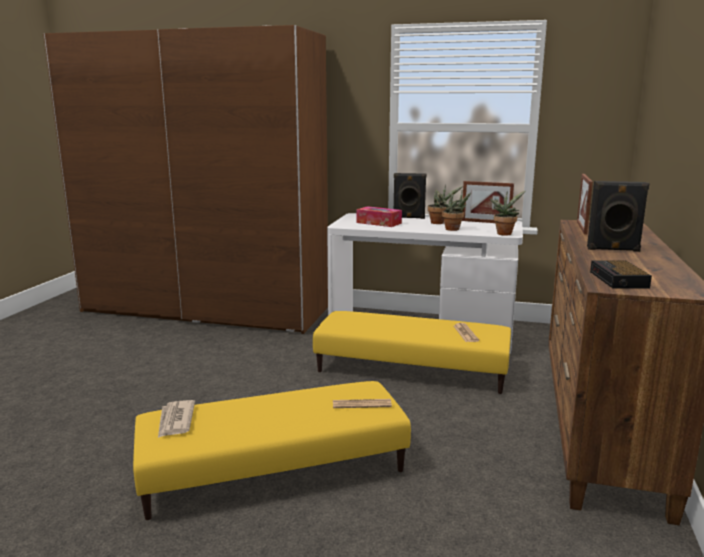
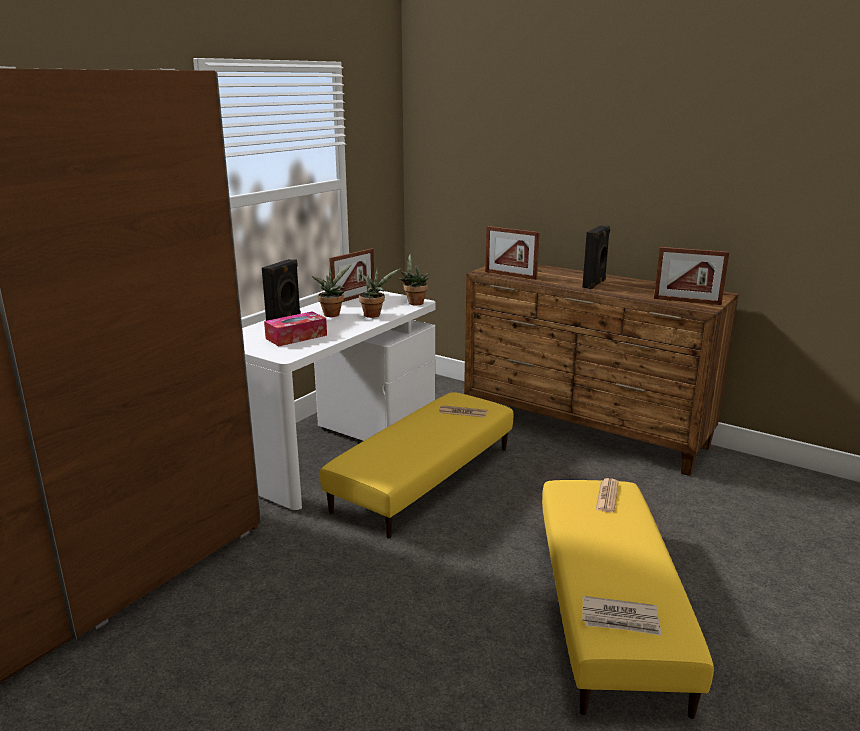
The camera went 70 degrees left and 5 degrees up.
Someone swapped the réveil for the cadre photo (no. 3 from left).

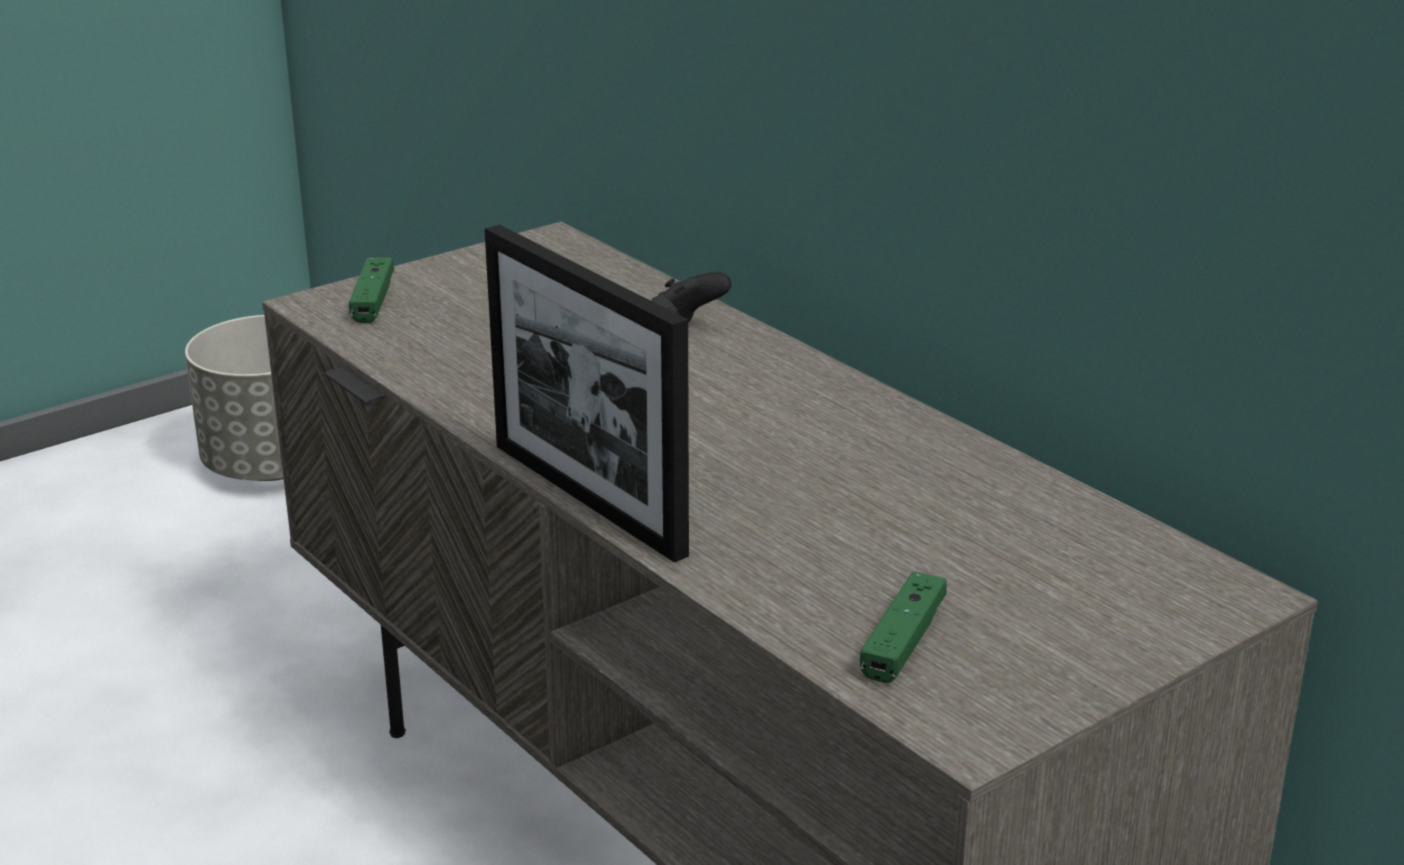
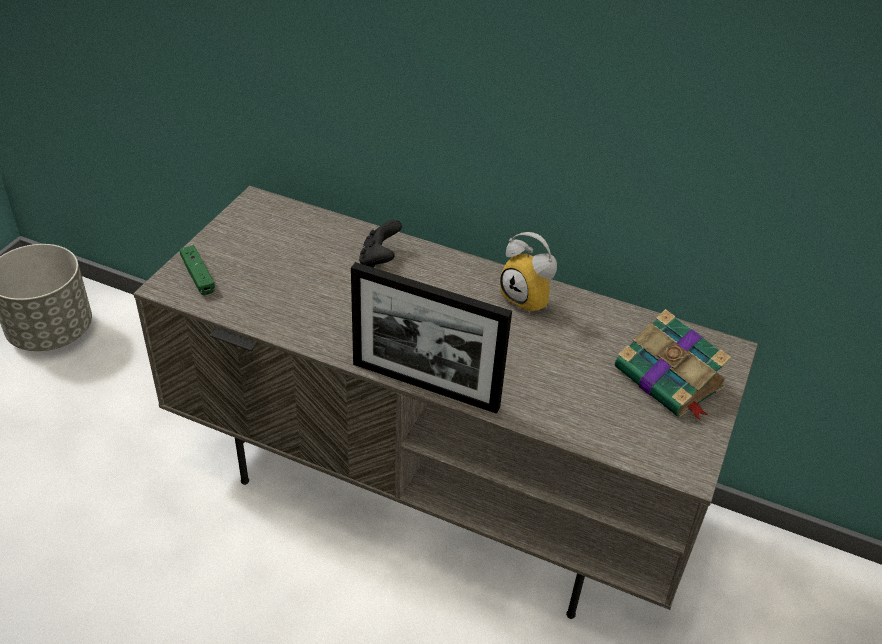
The camera went 30 degrees left and 15 degrees up.
Someone took away the manette [vert] (no. 2 from left).
Someone put down the réveil.
Someone put down the livre.

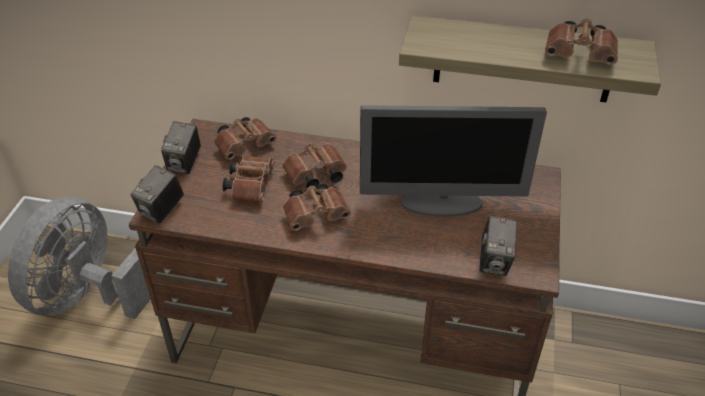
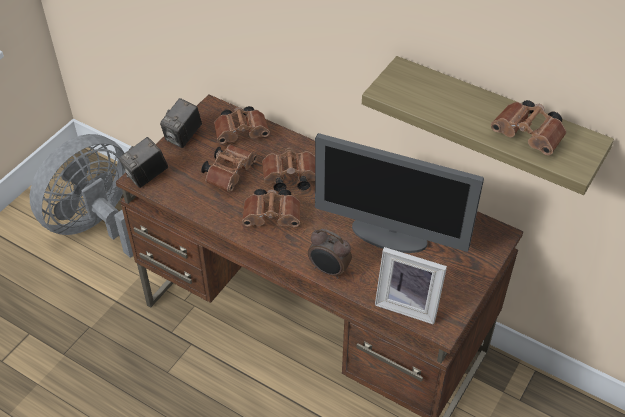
The camera went 20 degrees right and 5 degrees up.
Someone swapped the appareil photo (no. 3 from left) for the cadre photo.
Someone put down the réveil.

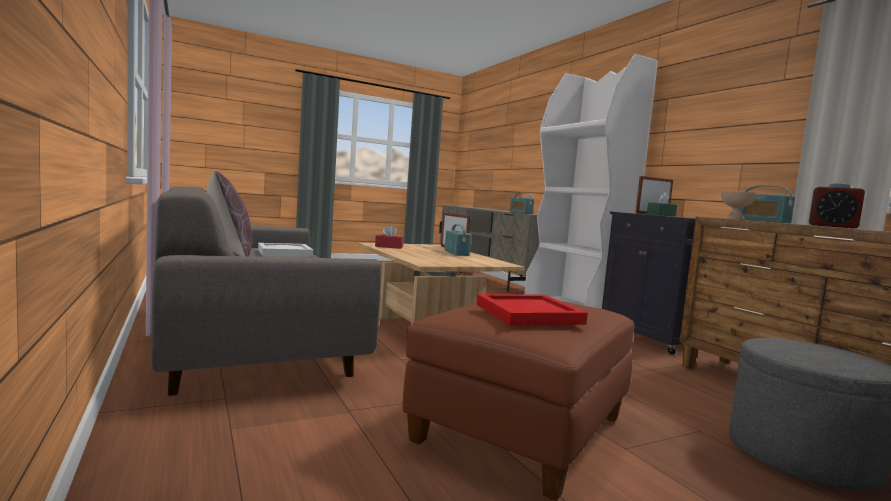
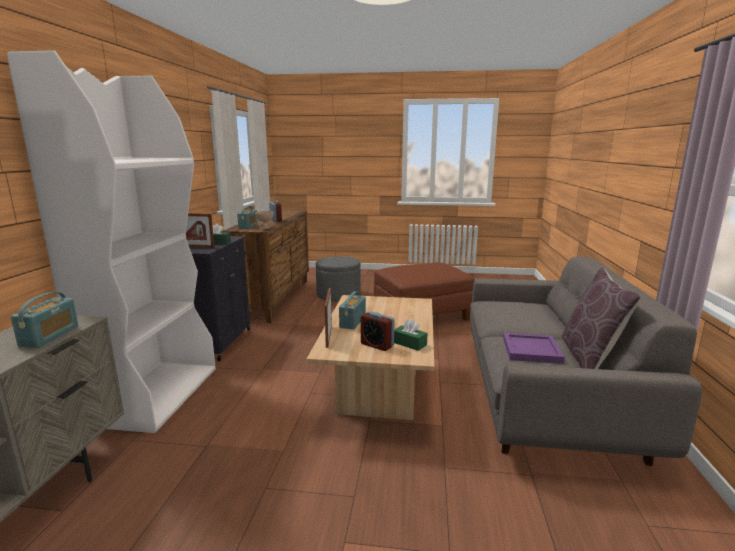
The camera went 145 degrees left and 10 degrees up.
Someone repainted the plateau [blanc], which became the plateau [violet].
Someone repainted the boîte à mouchoirs [rouge], which became the boîte à mouchoirs [vert] (no. 2 from left).
Someone took away the plateau [rouge].
Someone put down the réveil (no. 2 from left).

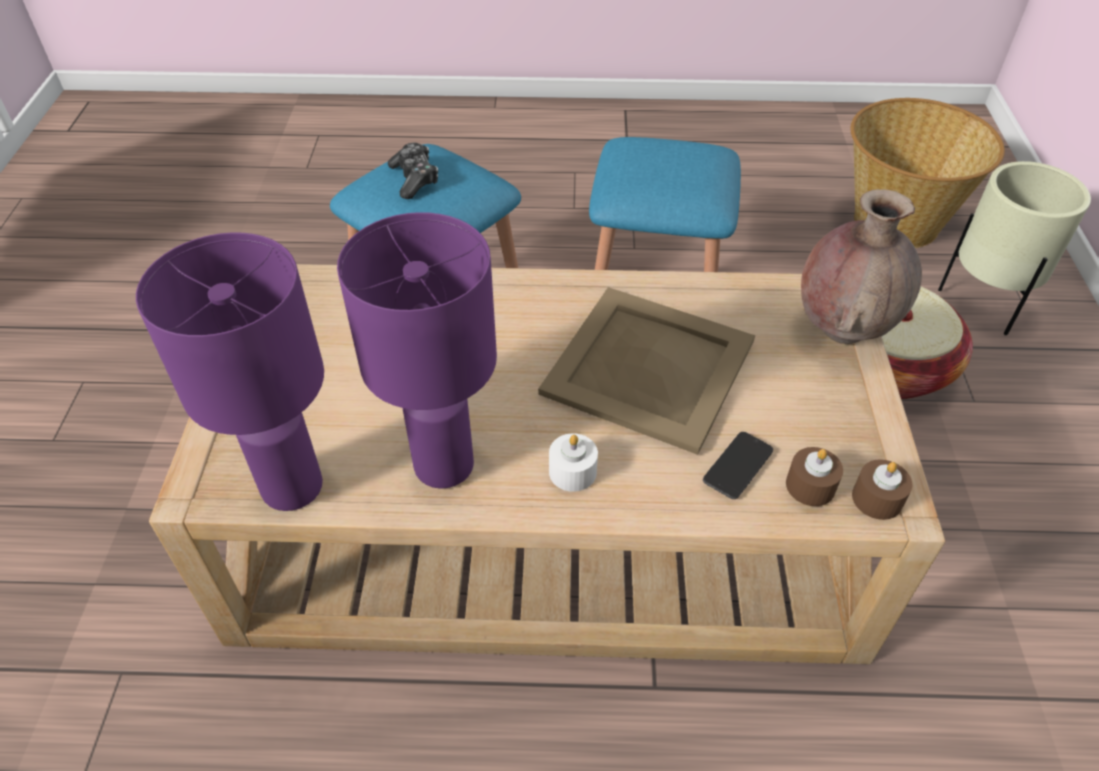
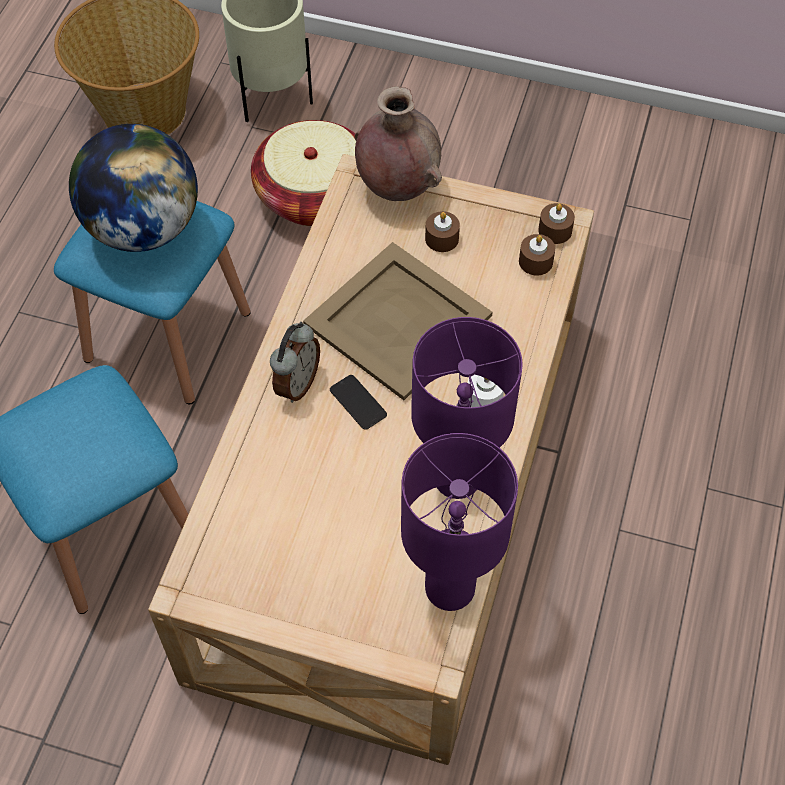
The camera went 75 degrees left and 10 degrees up.
Someone took away the manette.
Someone carried the téléphone.
Someone put down the globe.
Someone put down the réveil.
Someone put down the bougie [marron] (no. 1 from left).

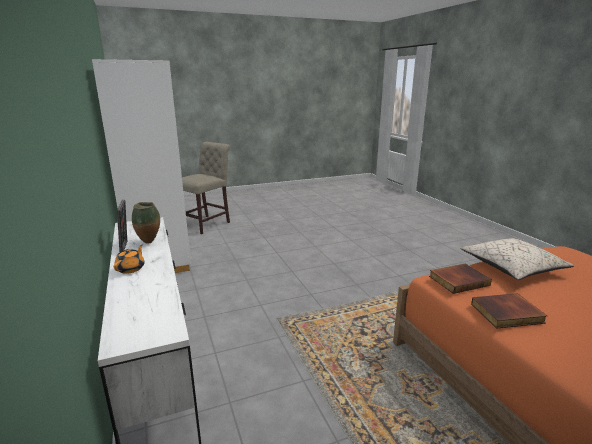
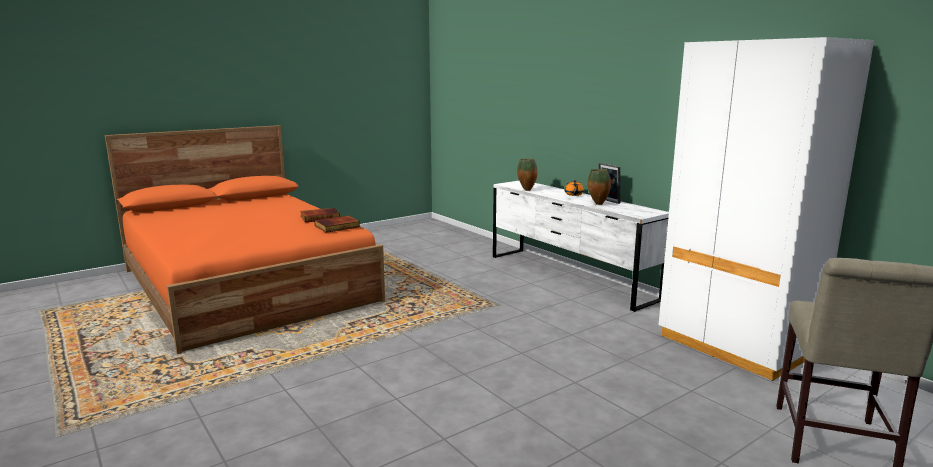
The camera went 165 degrees right and 5 degrees down.
Someone took away the coussin [beige].
Someone put down the vase (no. 1 from left).

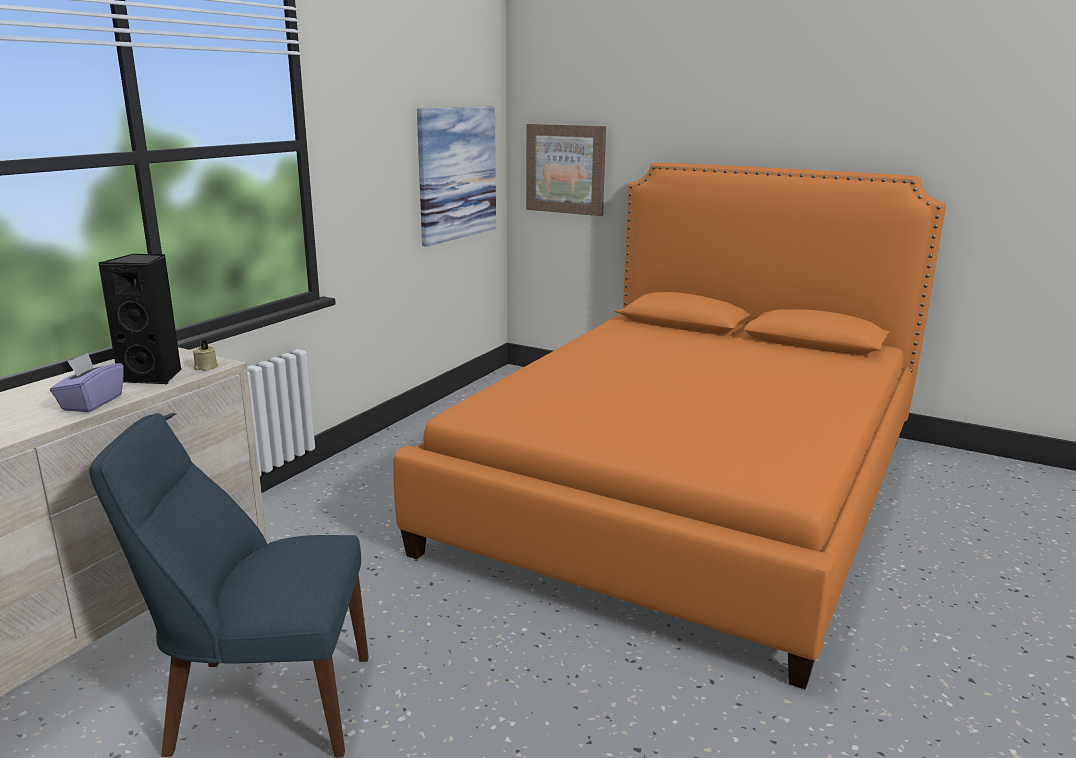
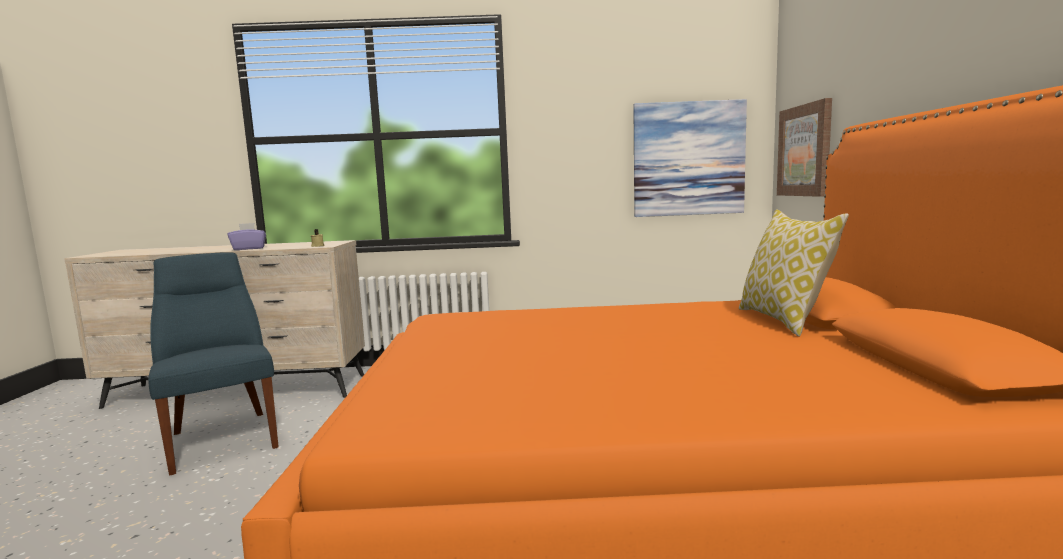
The camera went 60 degrees right and 10 degrees down.
Someone took away the enceinte [noir].
Someone put down the coussin.

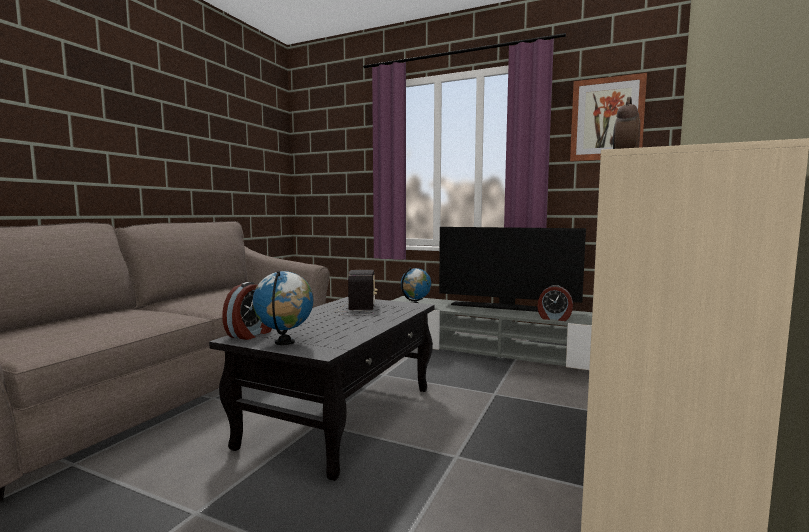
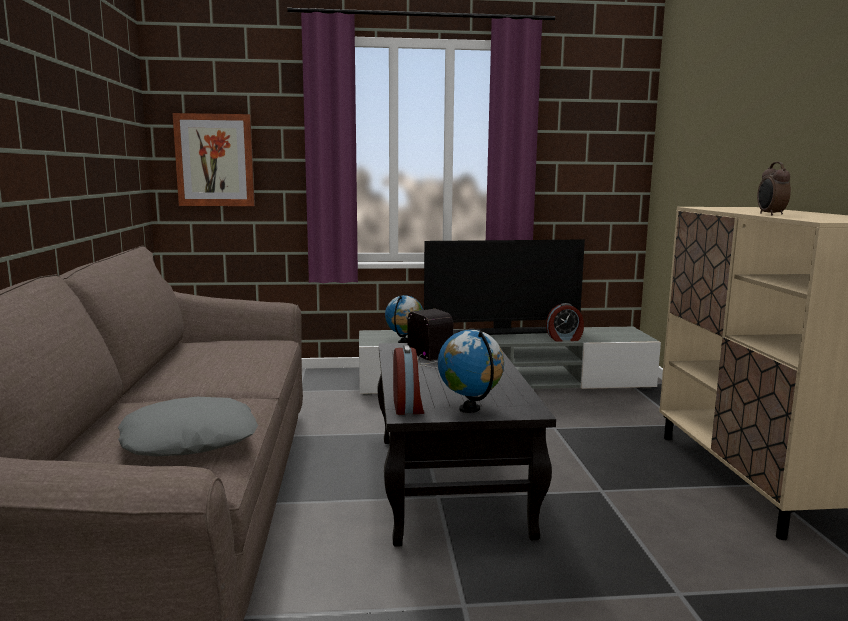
The camera went 30 degrees left and 5 degrees up.
Someone carried the tableau.
Someone put down the coussin [gris].

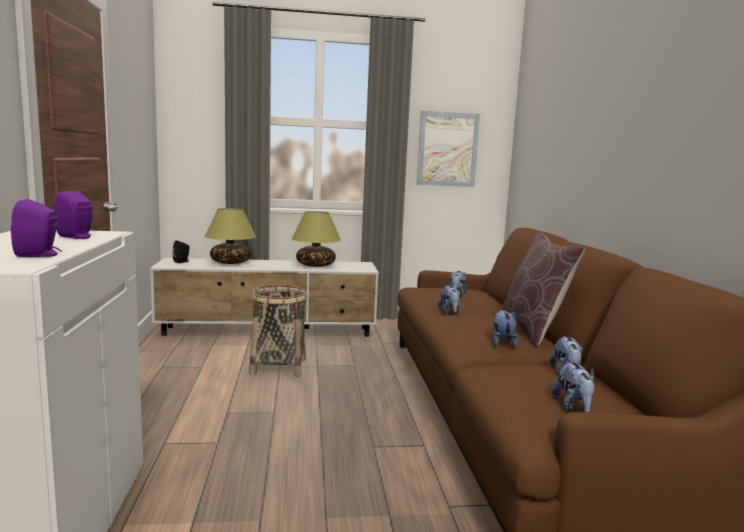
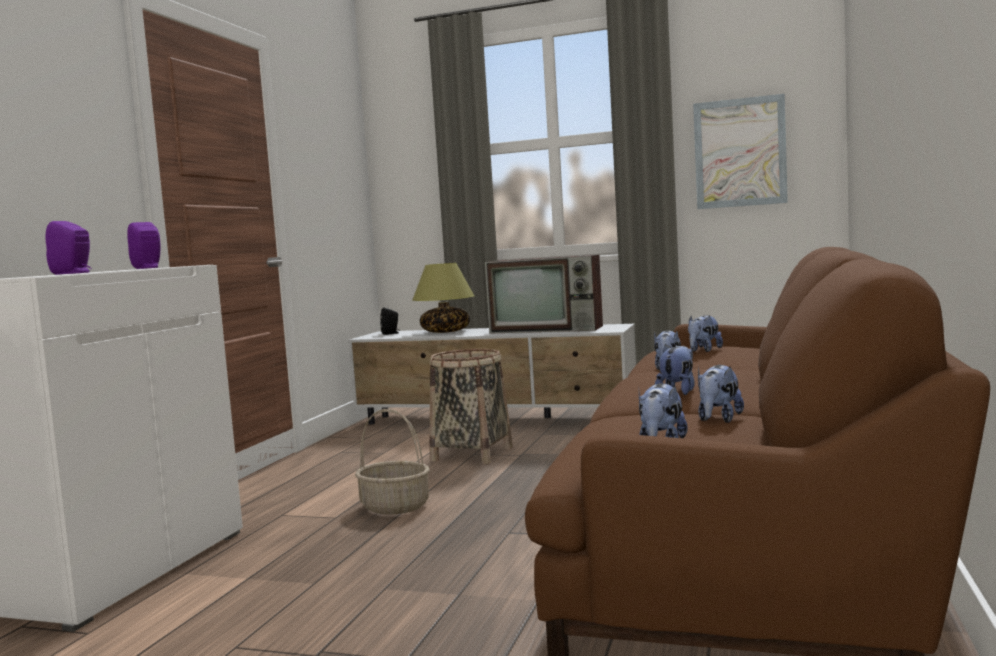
The camera went 25 degrees right and 5 degrees down.
Someone swapped the lampe de table (no. 2 from left) for the téléviseur.
Someone took away the coussin [marron].
Someone put down the panier (no. 1 from left).

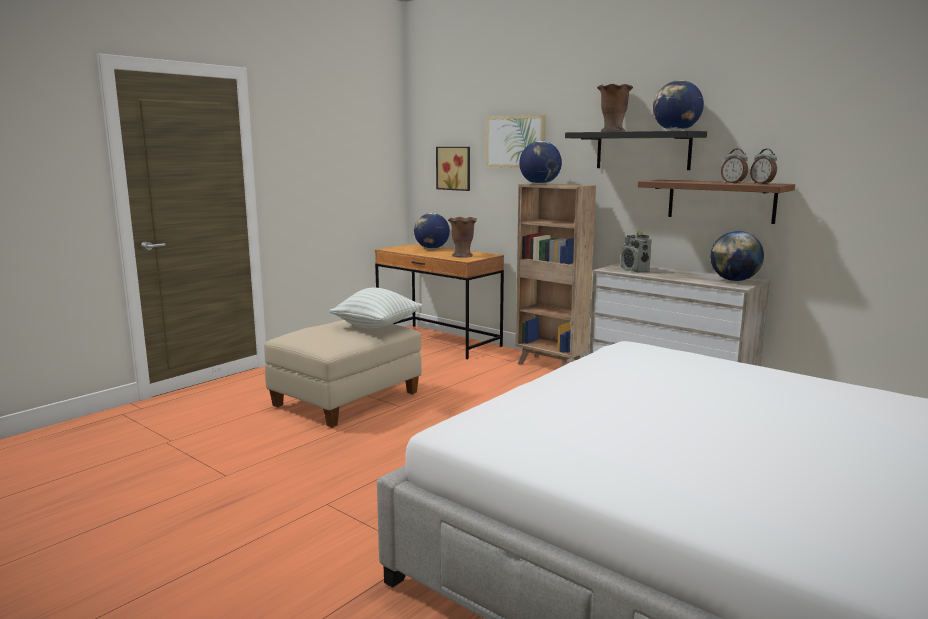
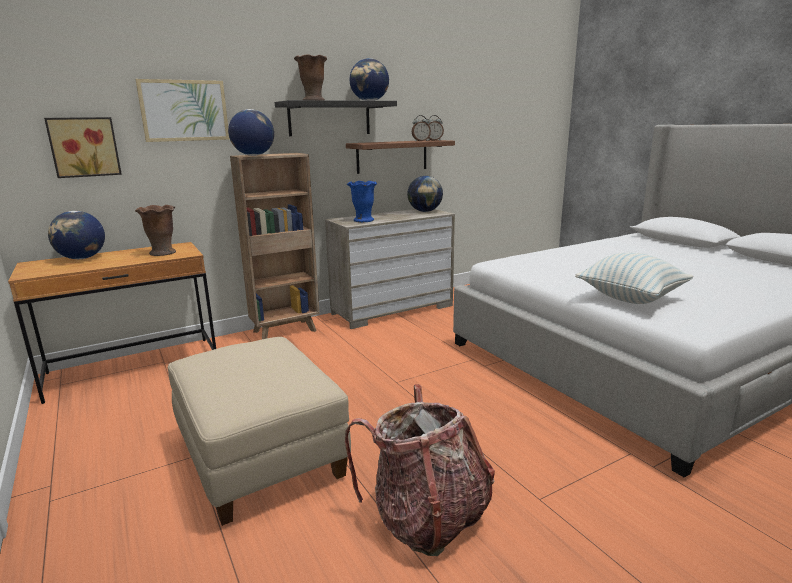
The camera went 70 degrees left and 5 degrees up.
Someone carried the coussin.
Someone swapped the radio for the vase [bleu].
Someone put down the sac à dos.

